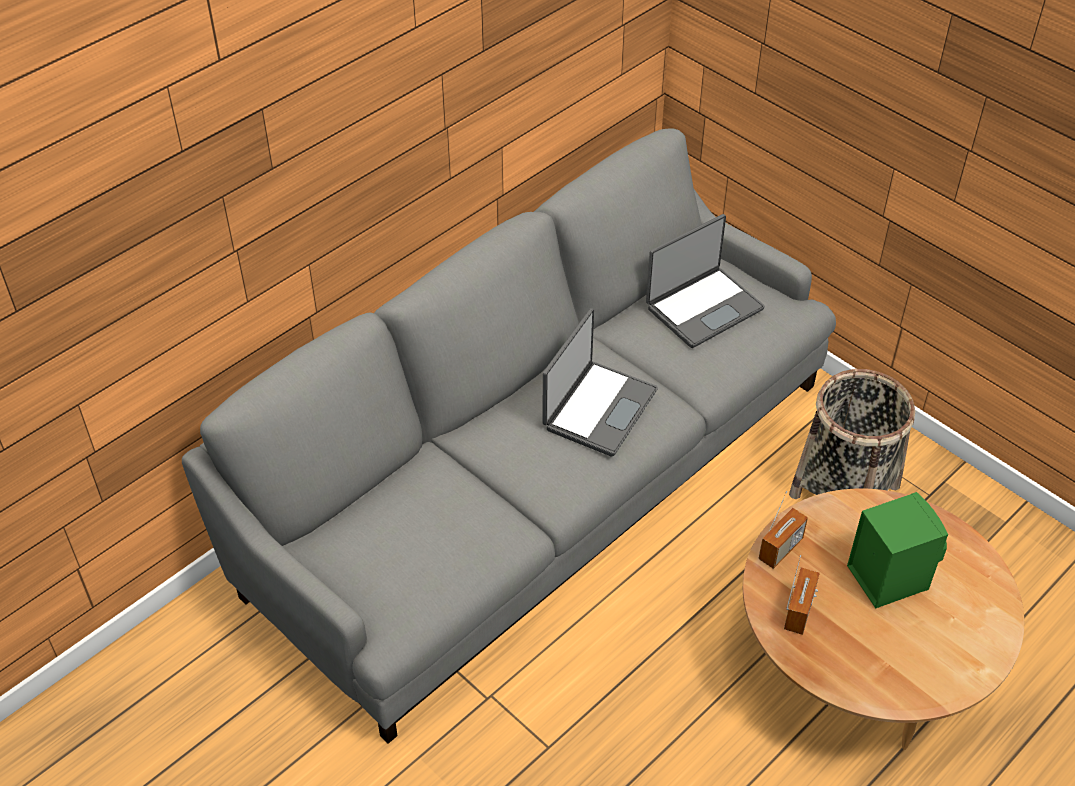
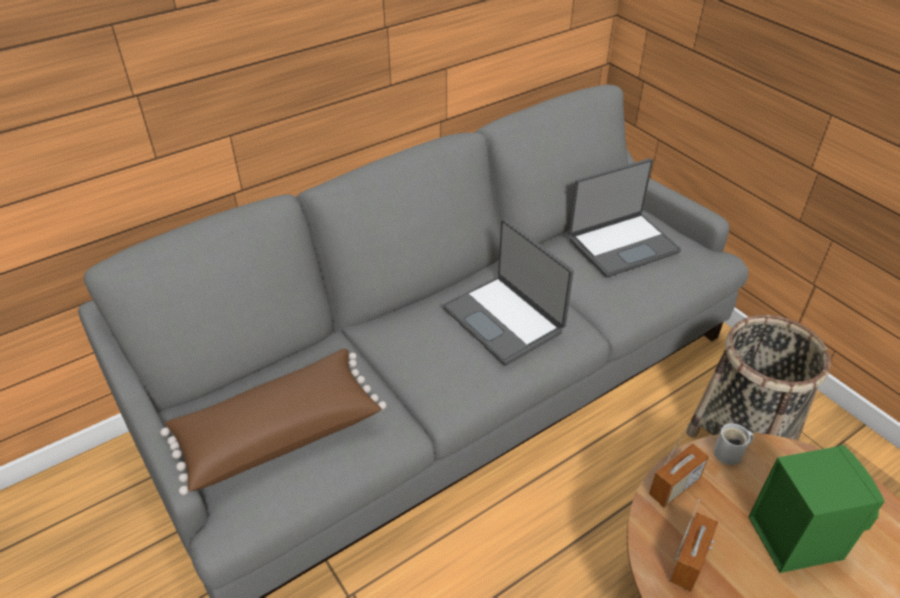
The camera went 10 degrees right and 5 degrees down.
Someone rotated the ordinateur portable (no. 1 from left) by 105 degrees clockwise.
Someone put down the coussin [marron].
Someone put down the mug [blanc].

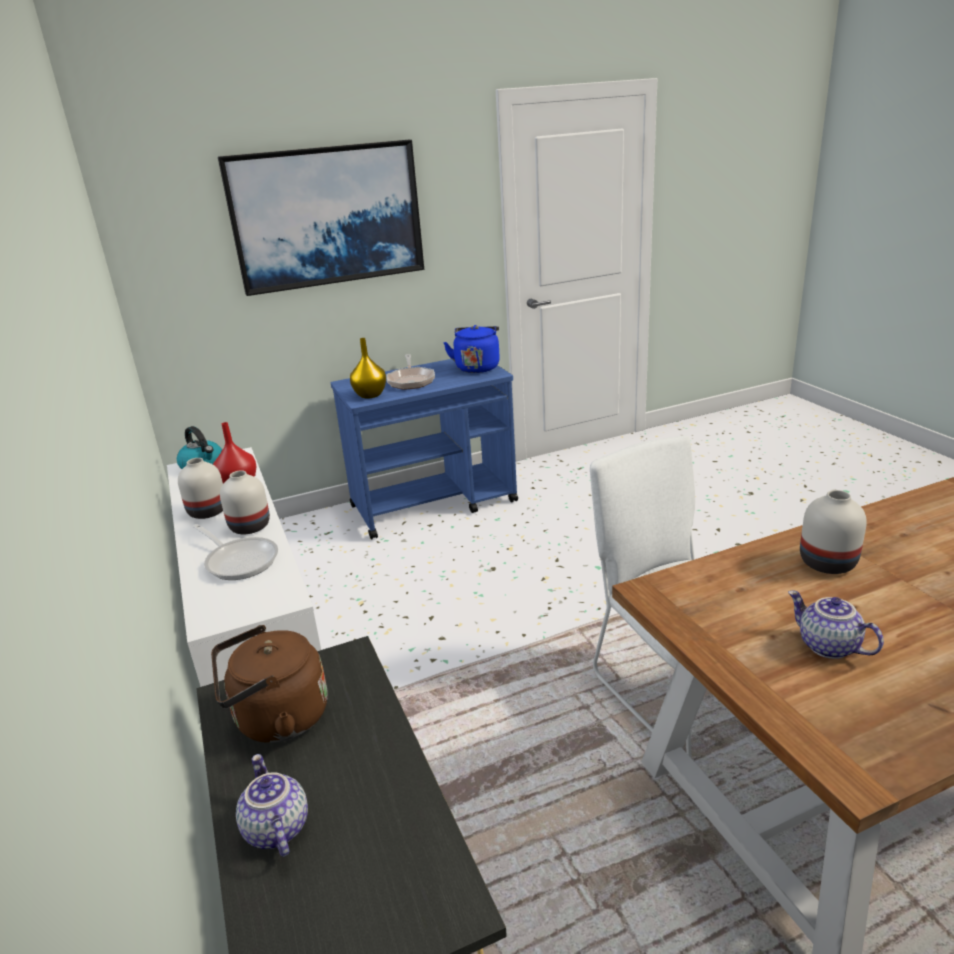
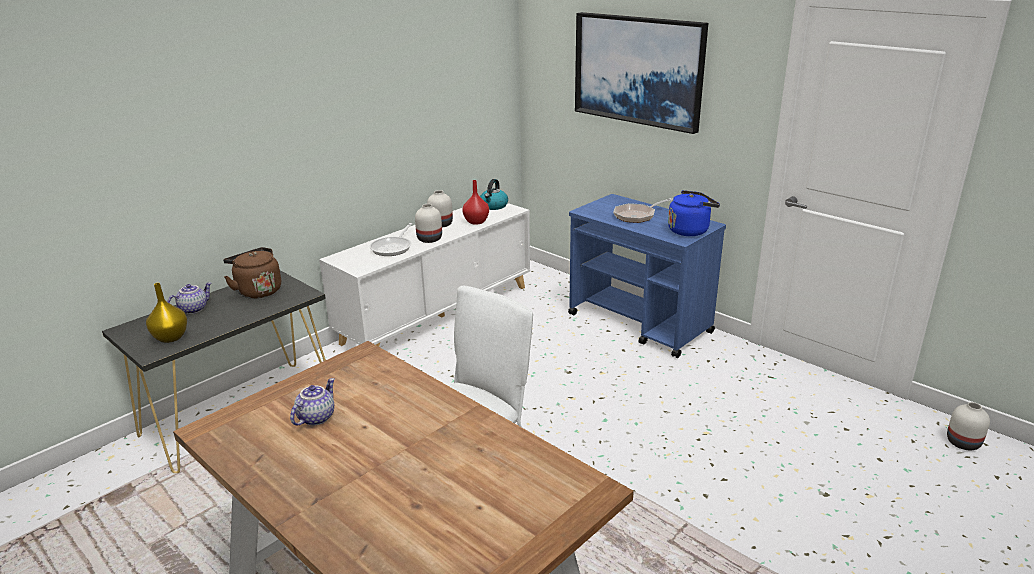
The camera went 65 degrees right and 0 degrees up.
Someone carried the vase [jaune].
Someone carried the vase [blanc] (no. 3 from left).

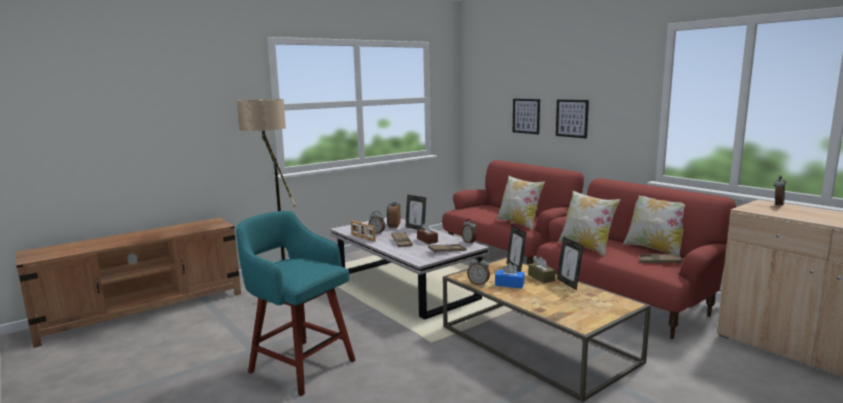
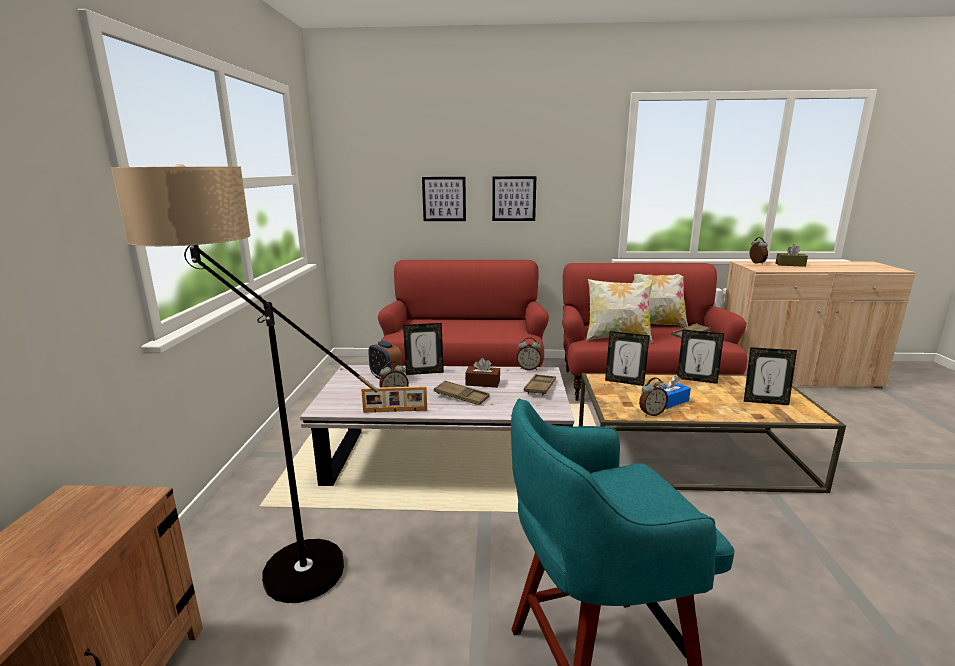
The camera went 50 degrees left and 5 degrees up.
Someone took away the coussin (no. 1 from left).
Someone carried the boîte à mouchoirs [marron] (no. 2 from left).
Someone put down the cadre photo (no. 5 from left).

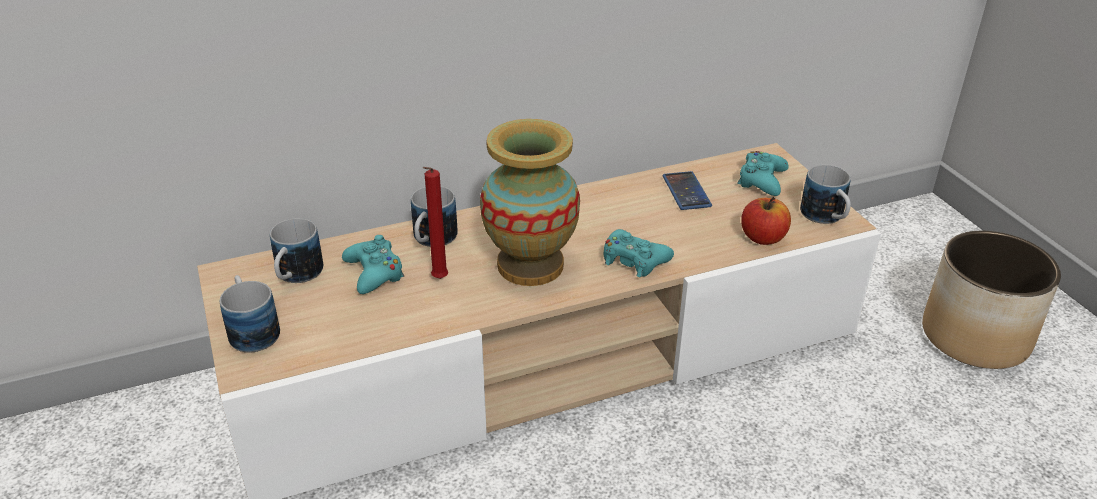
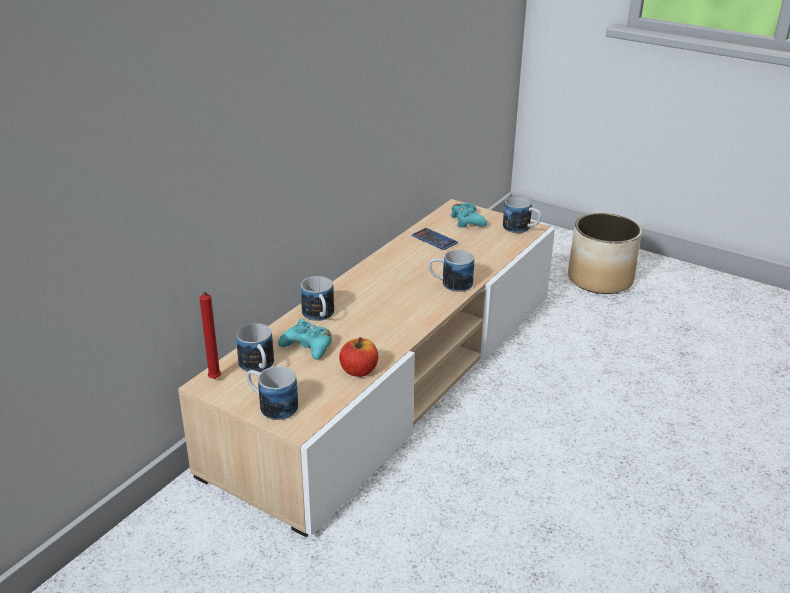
The camera went 35 degrees left and 5 degrees down.
Someone carried the bougie [rouge].
Someone took away the vase.
Someone swapped the manette [turquoise] (no. 2 from left) for the mug (no. 4 from left).
Someone carried the pomme.

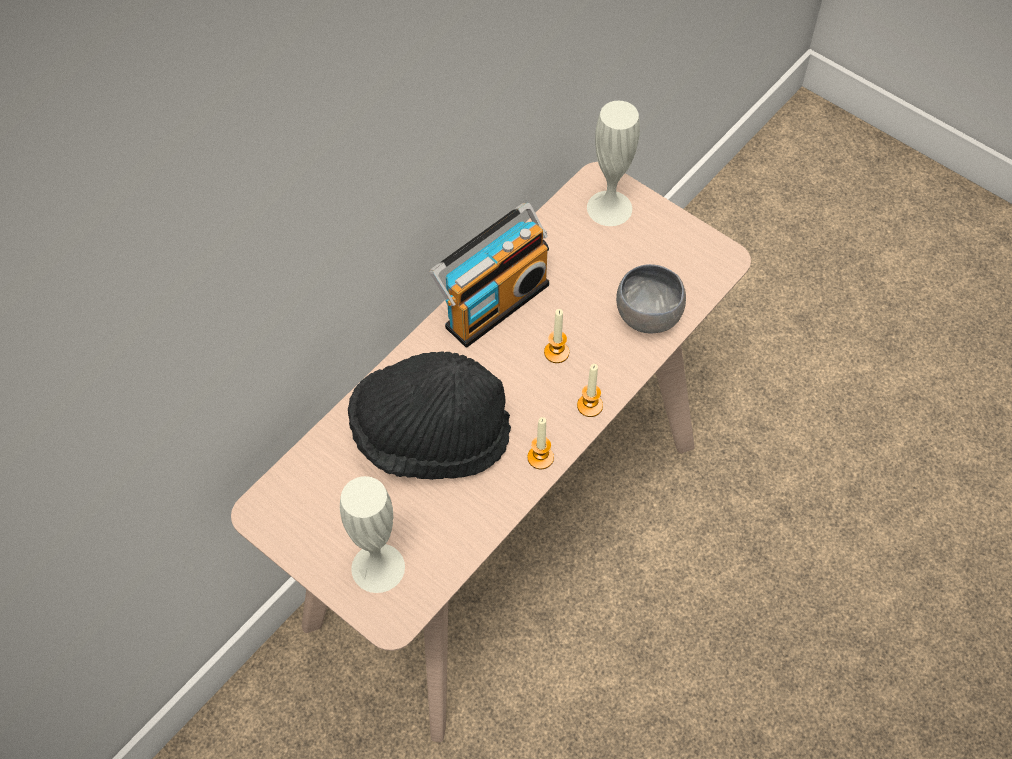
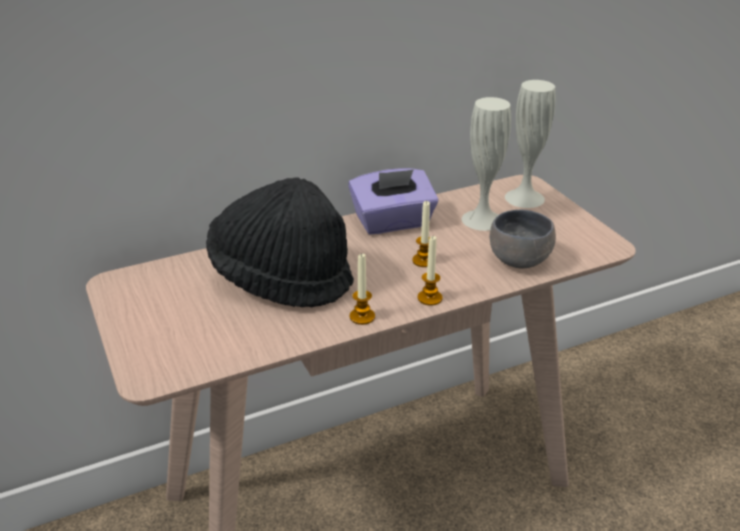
The camera went 25 degrees right and 25 degrees down.
Someone carried the vase [blanc] (no. 1 from left).
Someone swapped the radio for the boîte à mouchoirs [violet].

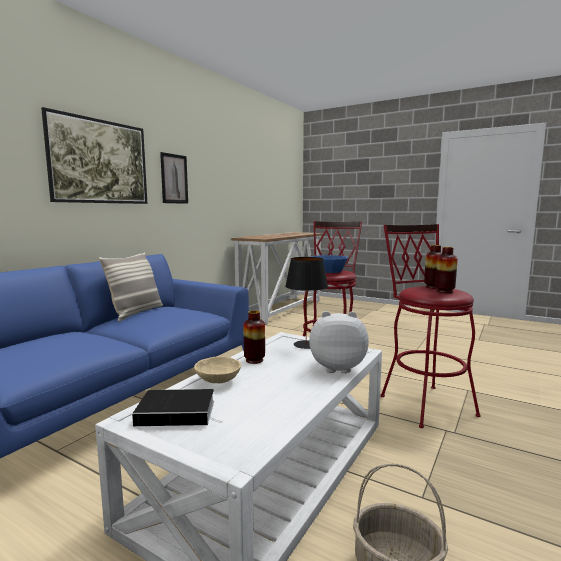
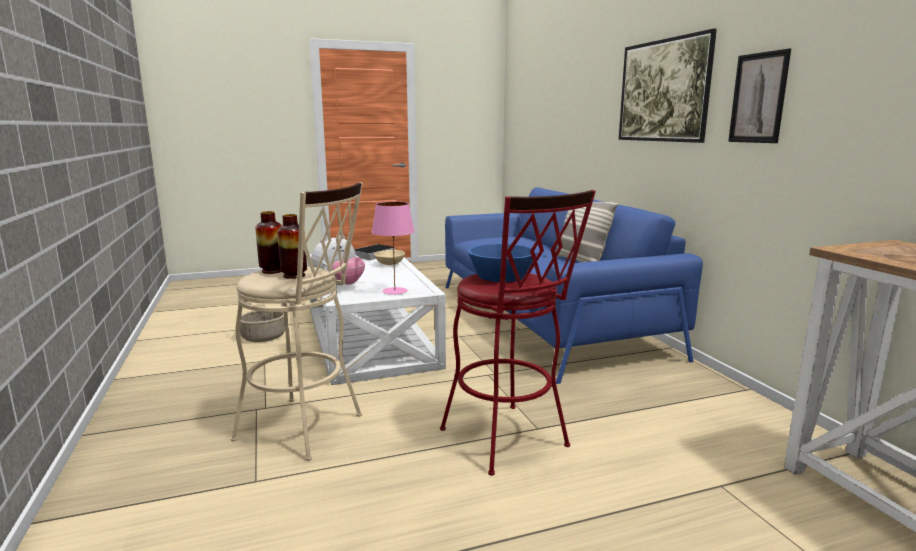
The camera went 130 degrees right and 5 degrees up.
Someone took away the vase (no. 1 from left).
Someone repainted the lampe de table [noir], which became the lampe de table [rose].
Someone repainted the tabouret [rouge] (no. 2 from left), which became the tabouret [beige].

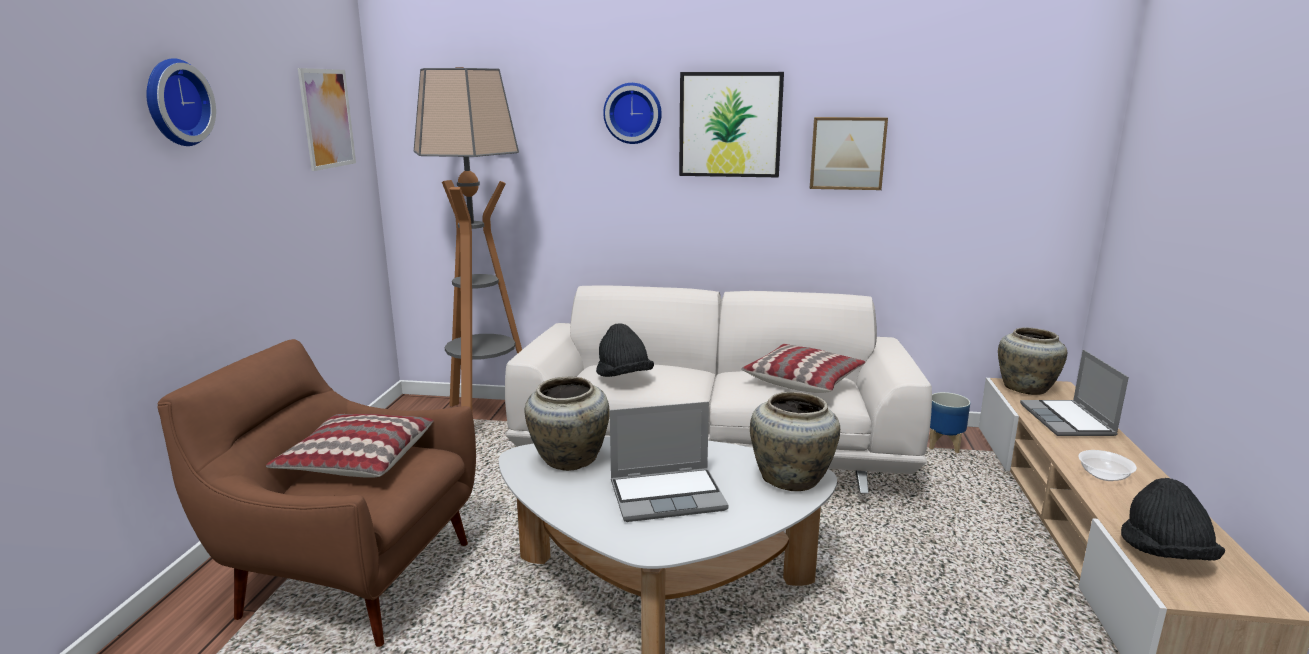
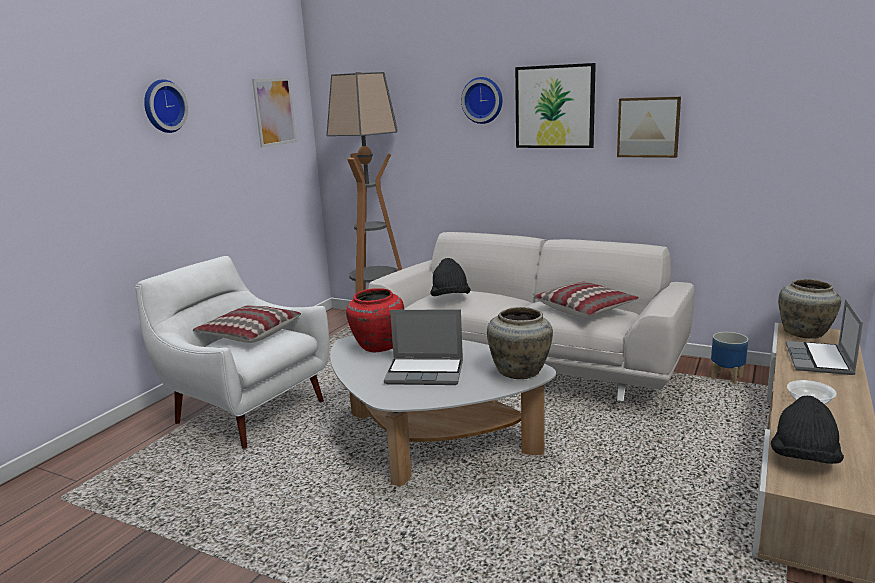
The camera went 20 degrees right and 0 degrees up.
Someone repainted the fauteuil [marron], which became the fauteuil [blanc].
Someone repainted the vase [beige] (no. 1 from left), which became the vase [rouge].

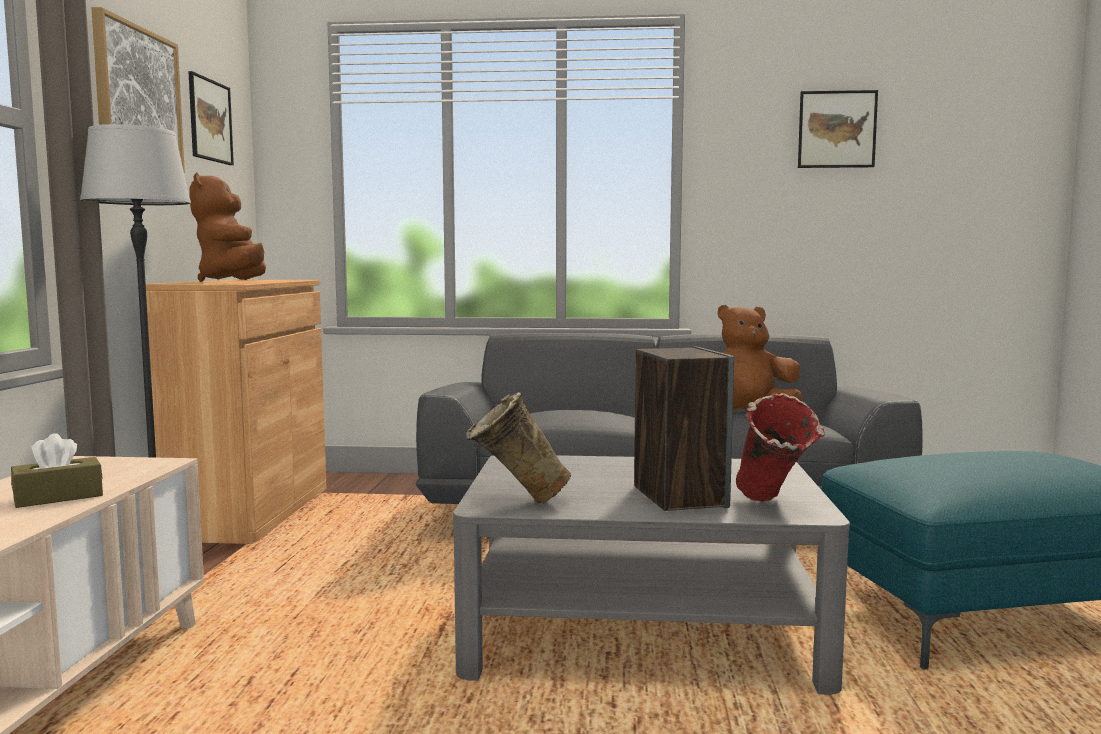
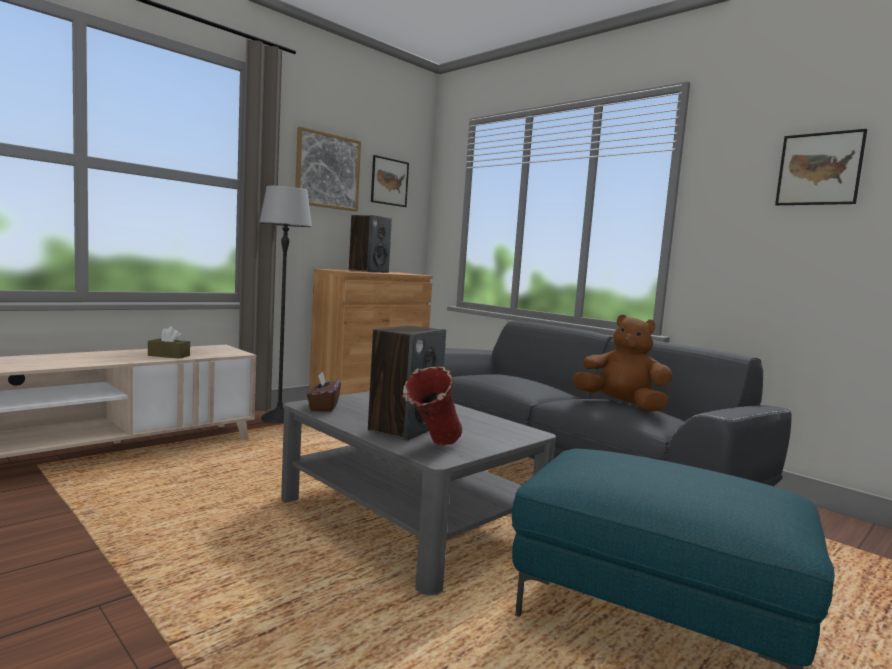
The camera went 40 degrees right and 0 degrees up.
Someone swapped the peluche [marron] (no. 1 from left) for the enceinte (no. 1 from left).
Someone swapped the vase [beige] for the boîte à mouchoirs [marron] (no. 2 from left).

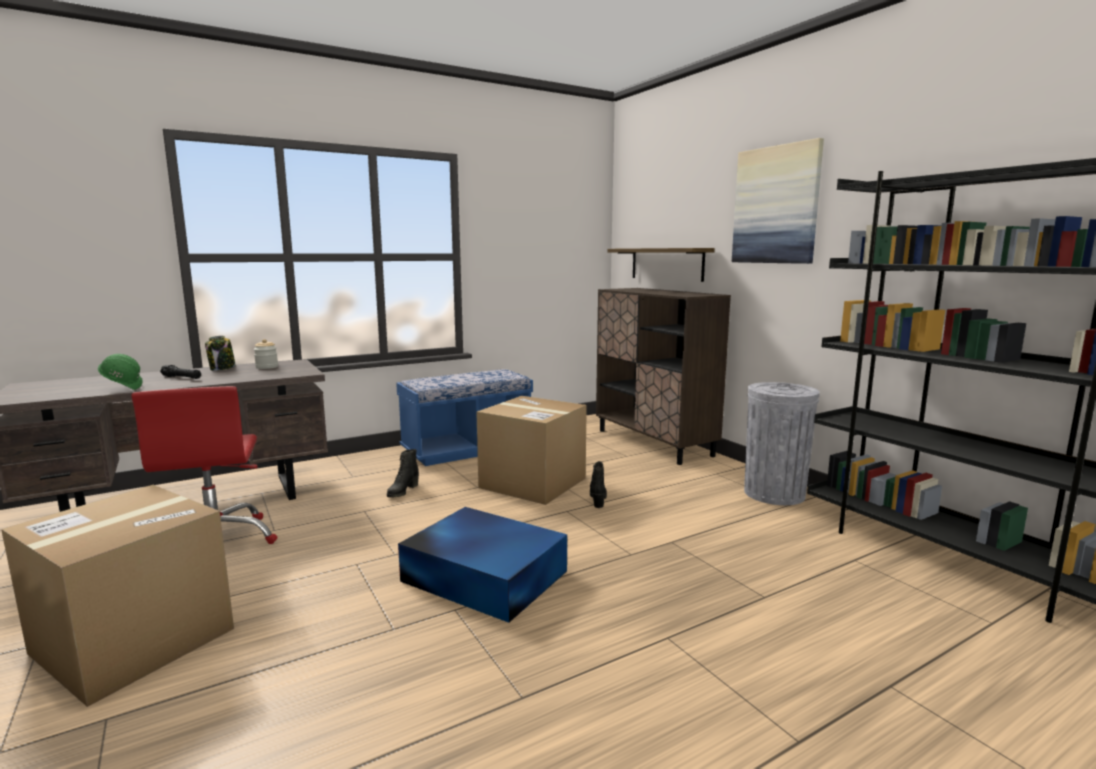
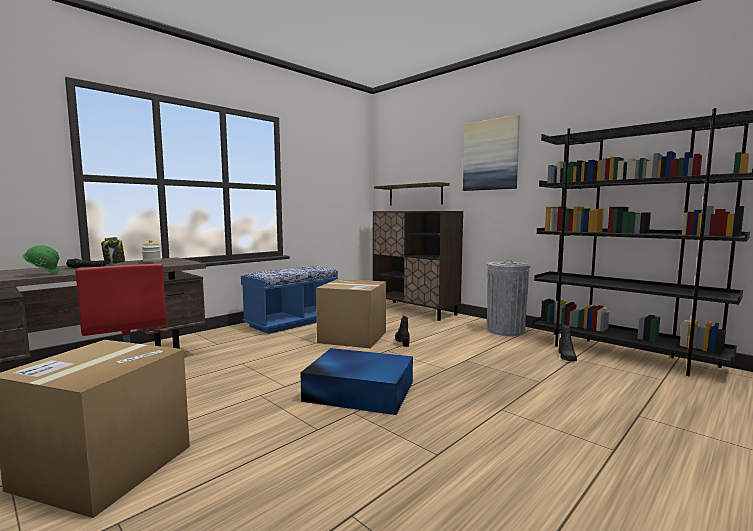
The camera went 15 degrees left and 5 degrees down.
Someone carried the botte [noir] (no. 1 from left in the first image).

